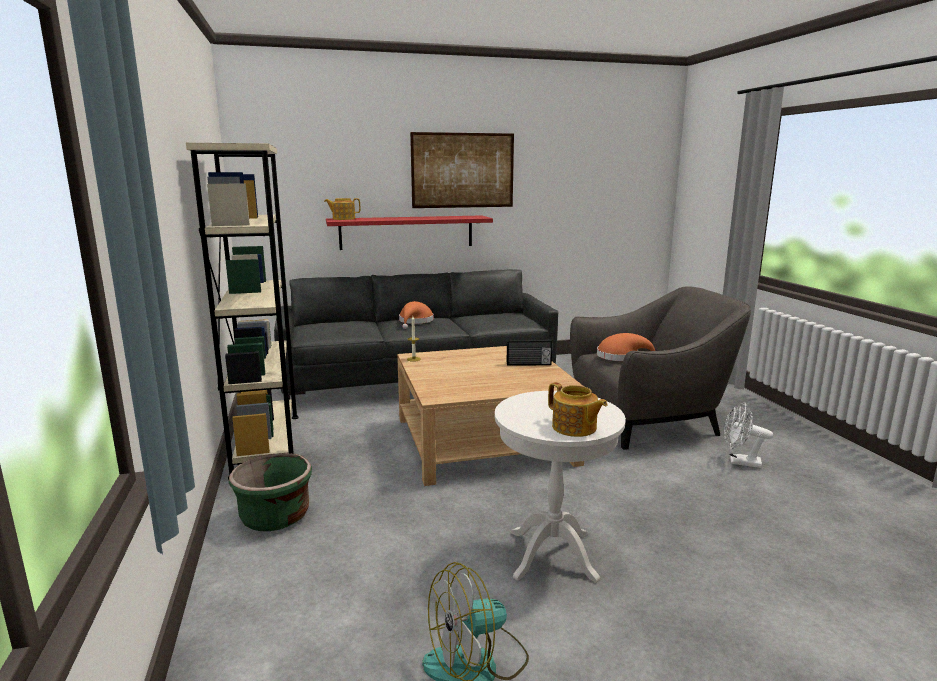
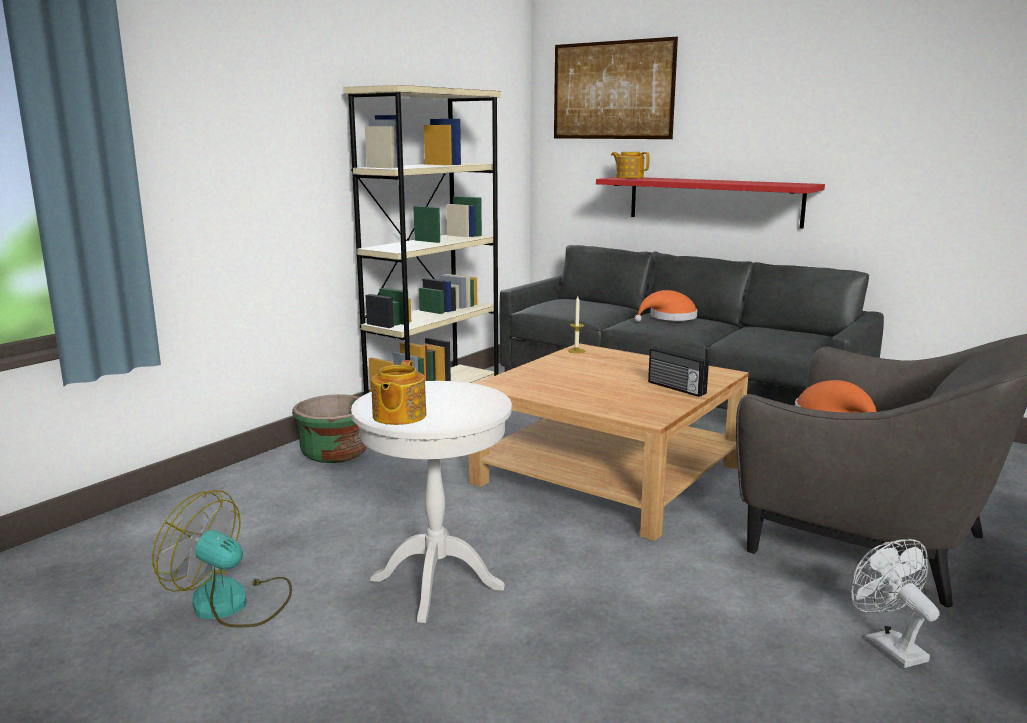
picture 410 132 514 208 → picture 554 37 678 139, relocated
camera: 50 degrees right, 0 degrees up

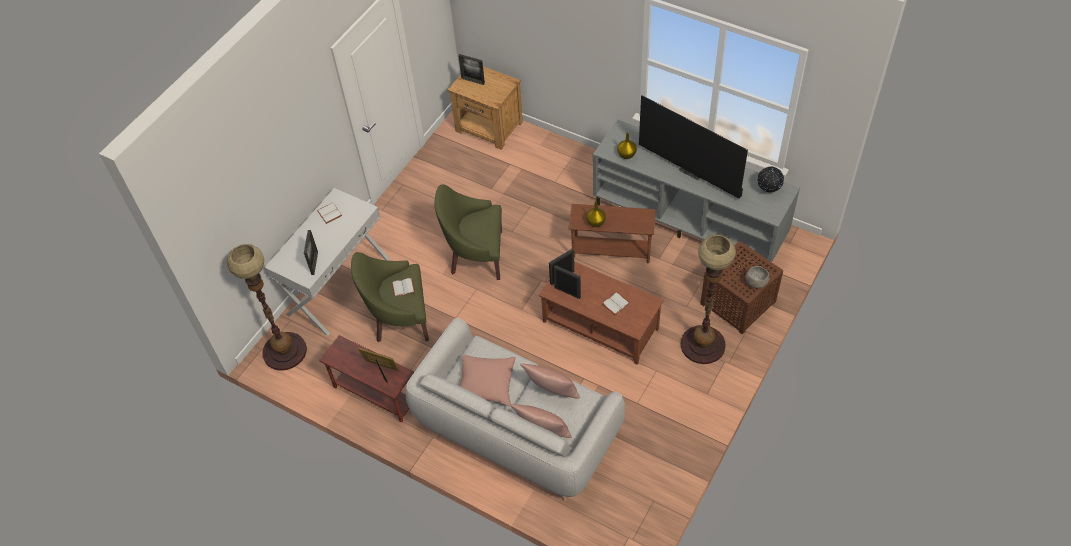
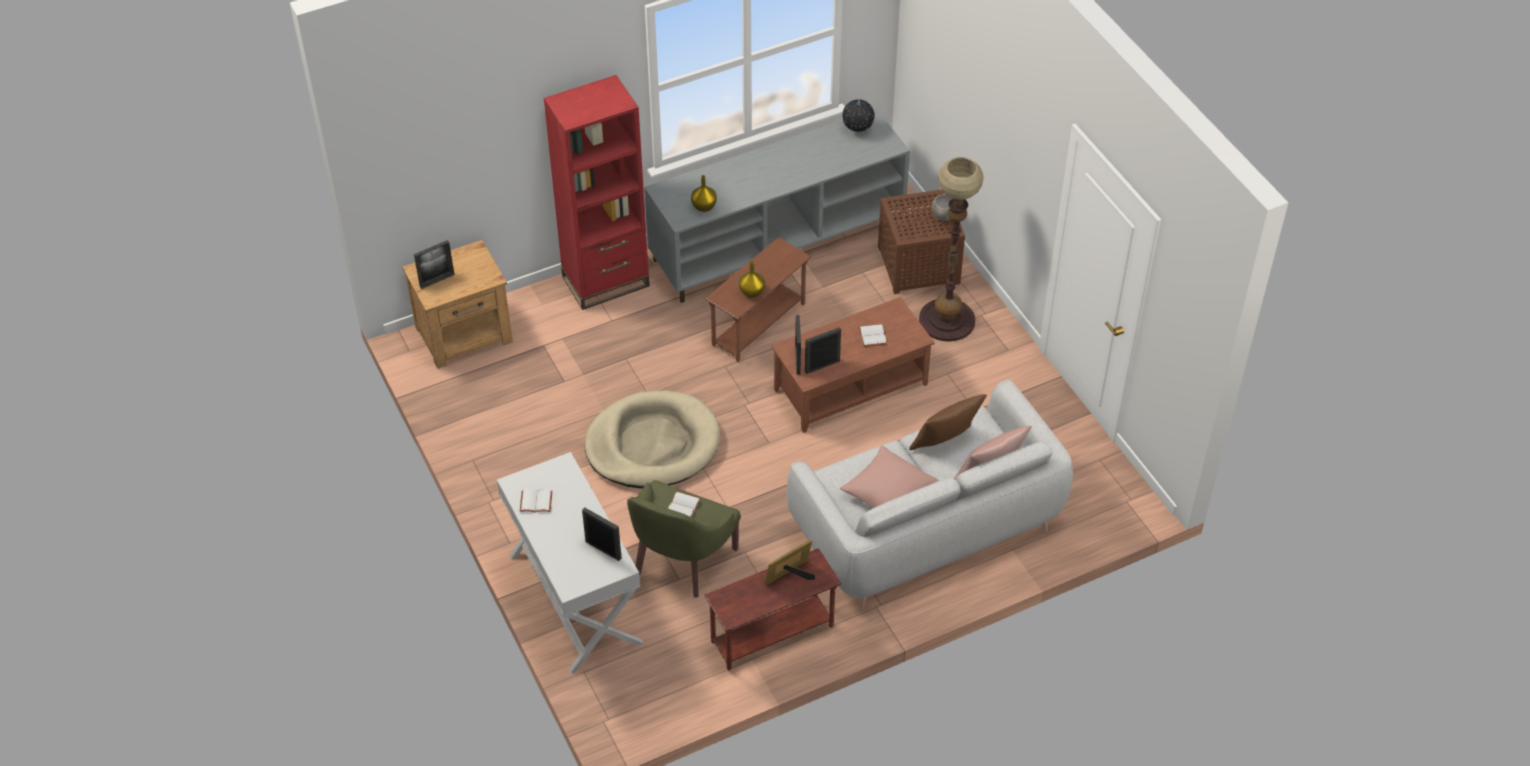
standard lamp 227 244 307 371 → -
lounge chair in greenish 435 184 502 280 → dog bed in beige-coloured 584 391 720 489
pillow in pink 520 363 580 399 → pillow in brownish 909 394 987 450
television 639 95 748 199 → -
- → shelving unit in red 544 75 650 310
camera: 60 degrees left, 5 degrees down

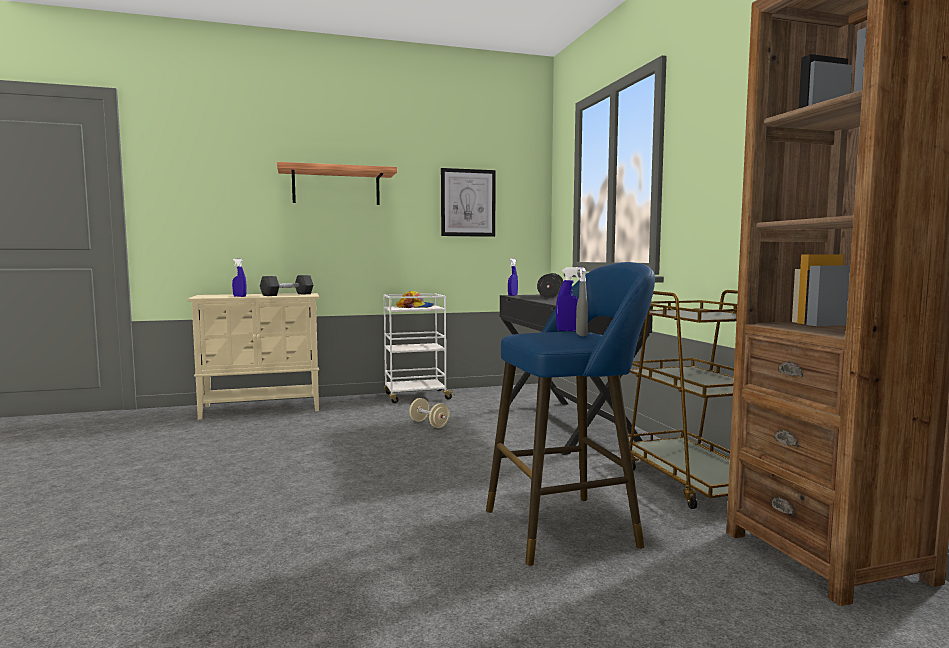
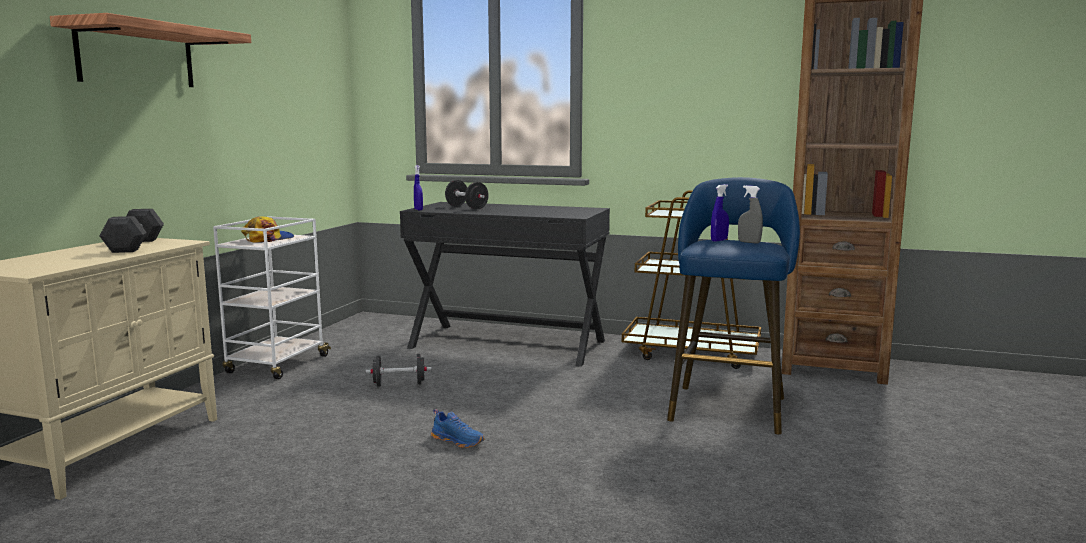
spray bottle in bluish 232 259 247 297 → -
free weight in beige-coloured 409 398 450 428 → free weight in blackish 366 354 432 387
picture 441 168 496 237 → -
- → item of footwear in bluish 431 409 485 448
camera: 55 degrees left, 5 degrees up

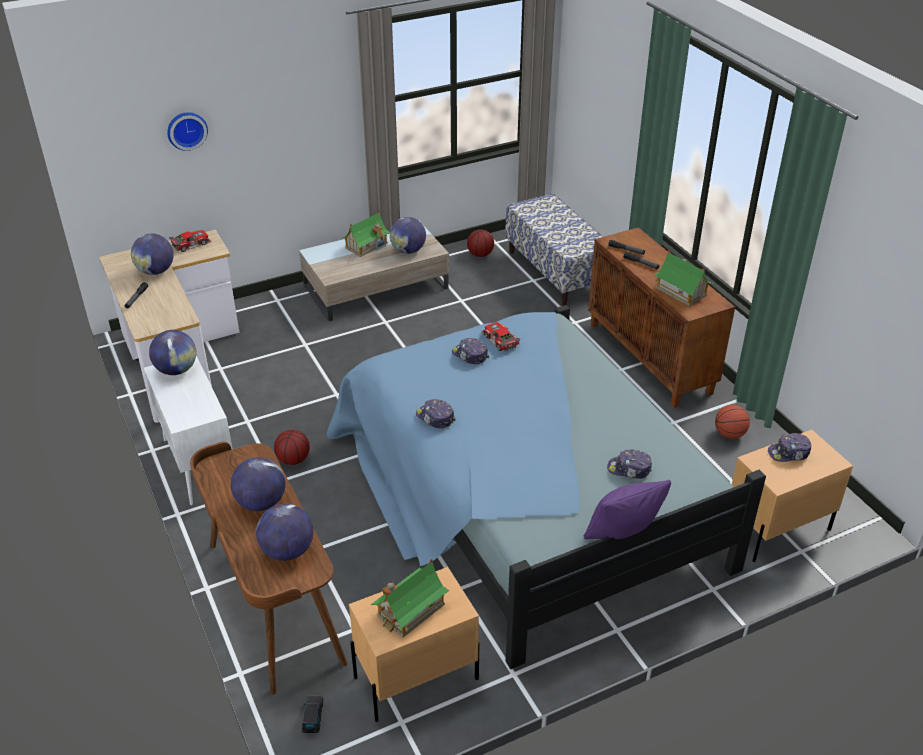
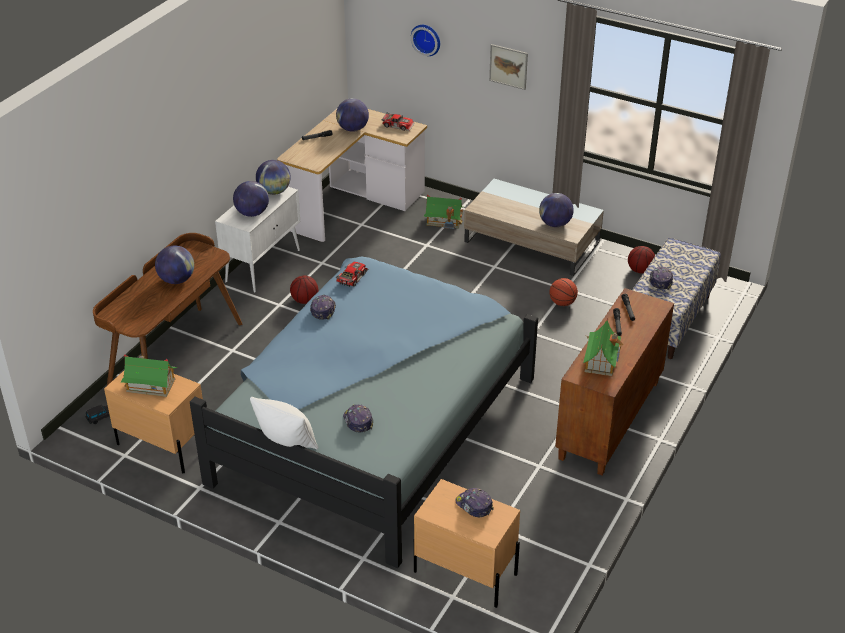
desk globe 256 504 313 561 → desk globe 233 181 269 217, relocated
toy house 341 211 390 257 → toy house 424 195 463 229, relocated
peaked cap 452 338 489 364 → peaked cap 650 266 673 290, relocated
toy car 481 322 520 351 → toy car 336 262 368 287, relocated
pillow in purple-coloured 584 480 671 539 → pillow in white 250 397 318 449
basketball 715 405 750 439 → basketball 549 278 578 306, relocated
- → picture 489 44 528 90
camera: 55 degrees right, 0 degrees up

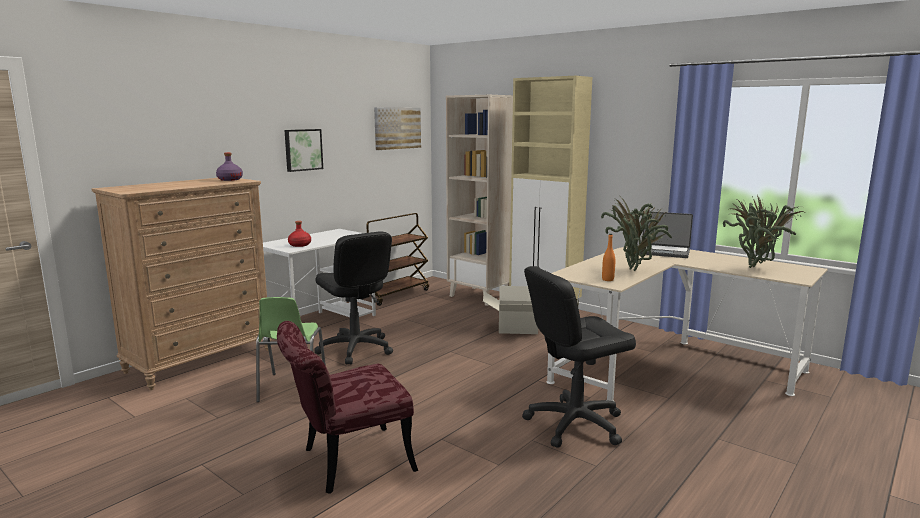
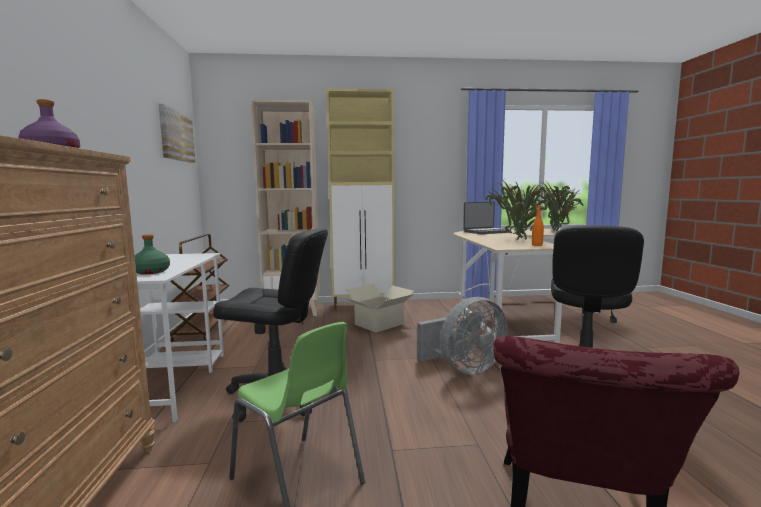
picture 284 129 323 172 → -
bottle in red 288 221 311 247 → bottle in greenish 135 234 170 274
- → cooling fan in greyish 417 297 507 375
camera: 45 degrees left, 5 degrees down

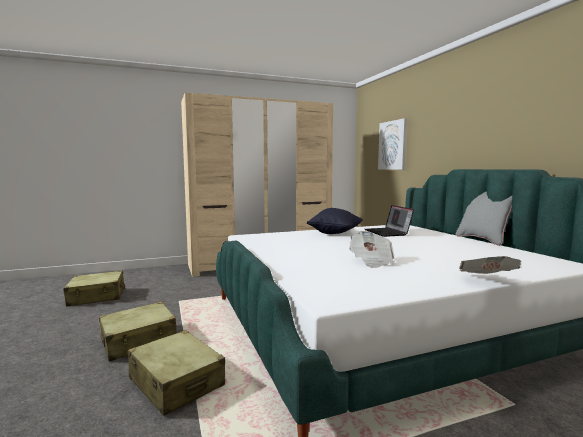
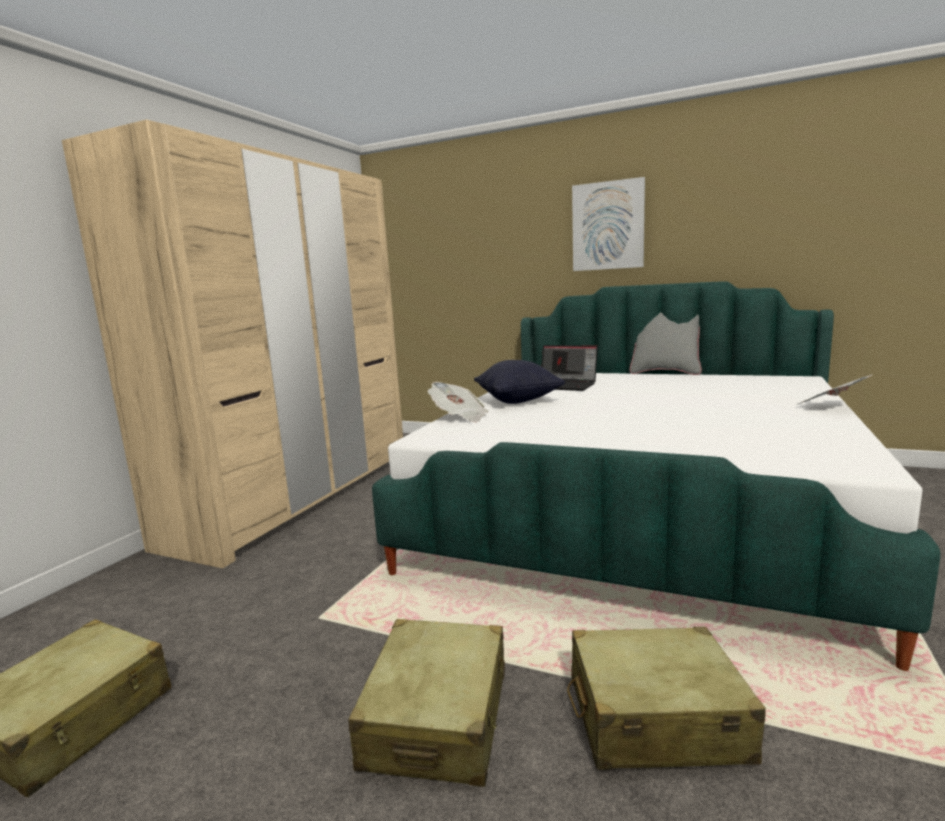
daily paper 349 231 395 268 → daily paper 428 382 488 422, relocated
picture 378 118 407 170 → picture 572 177 645 271, relocated
camera: 45 degrees left, 5 degrees up

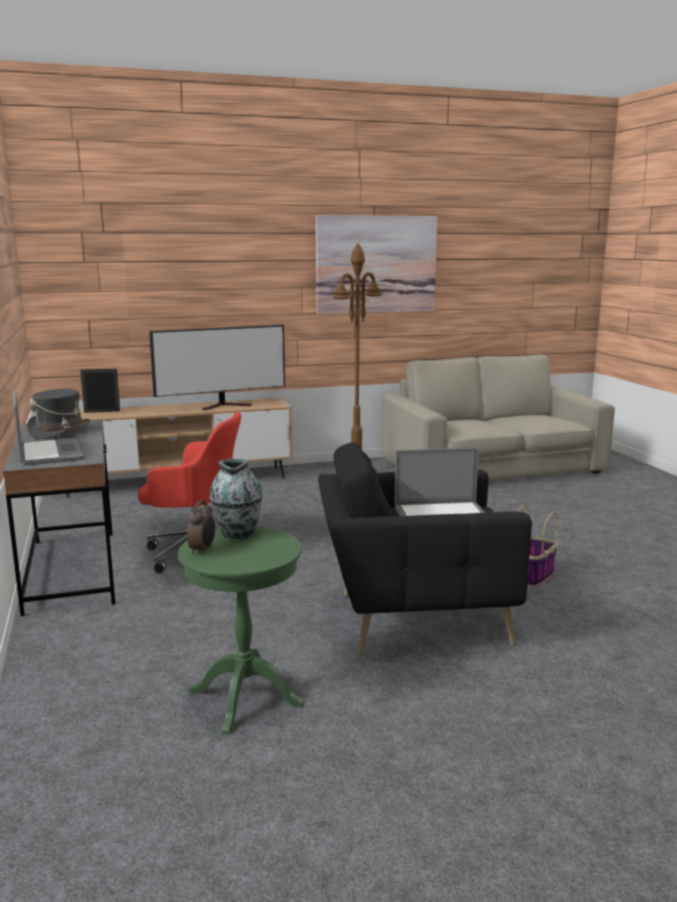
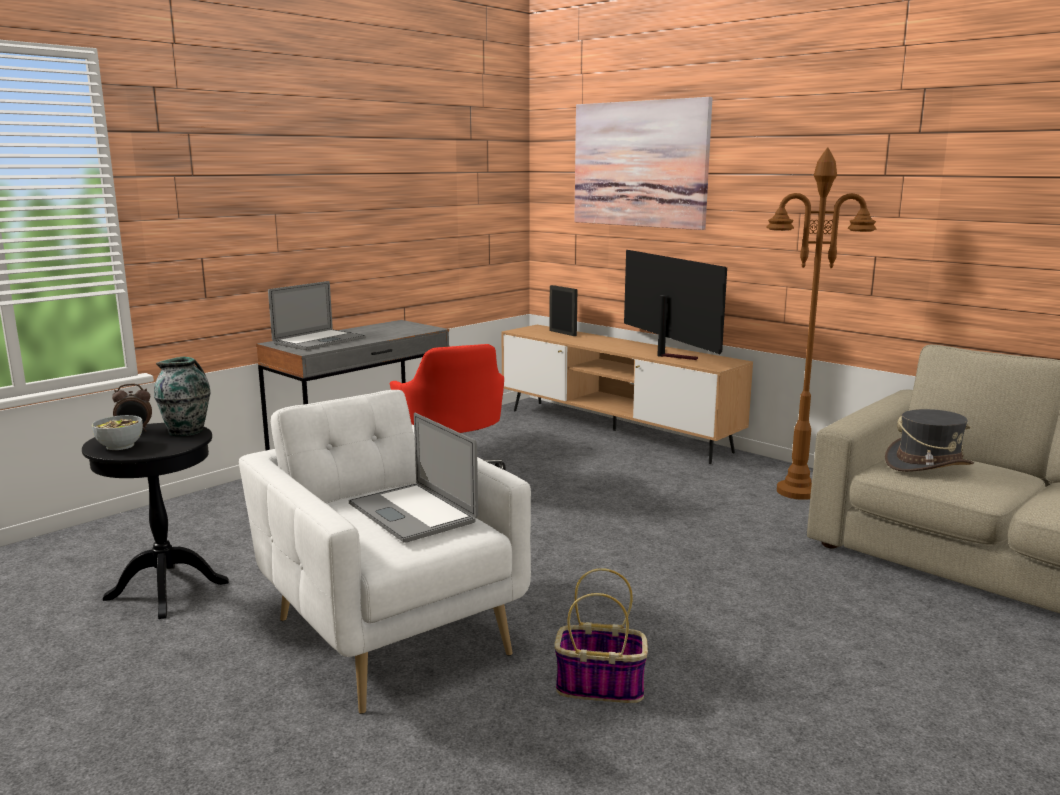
hat in greyish 26 389 90 439 → hat in greyish 885 409 974 472, relocated
television 149 325 285 410 → television 624 250 727 360, 150 degrees counterclockwise
side table in greenish 178 527 304 734 → side table in blackish 82 423 229 619
picture 316 215 437 315 → picture 574 97 712 230, relocated
lounge chair in blackish 318 442 532 654 → lounge chair in white 239 390 531 714
- → bowl 92 415 143 450
camera: 60 degrees right, 0 degrees up

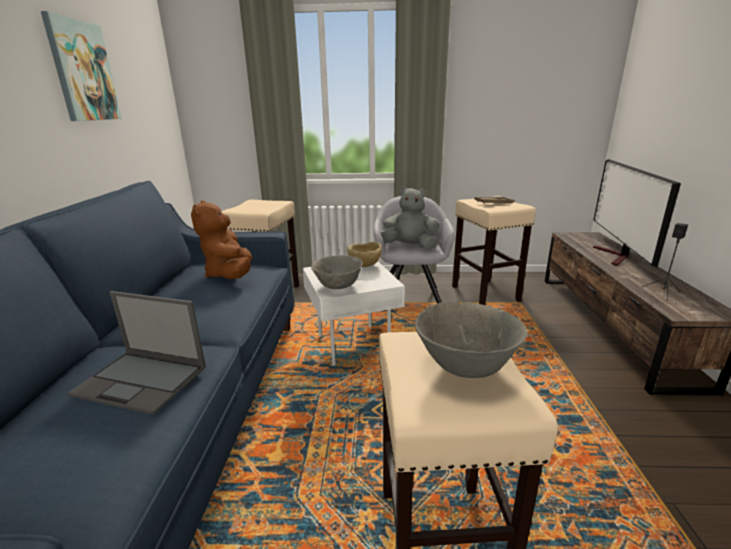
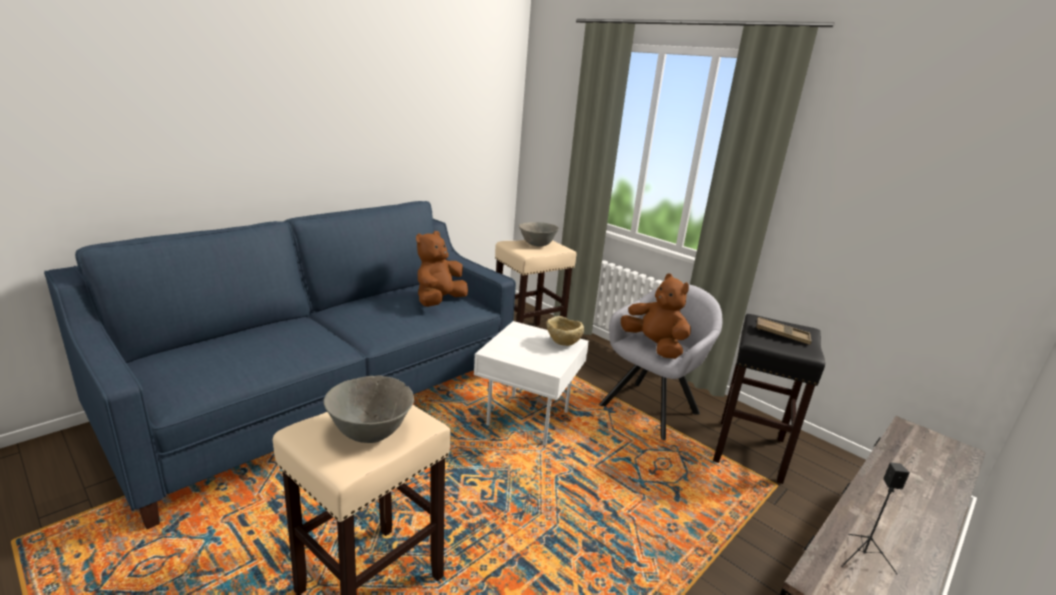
picture 41 11 122 121 → -
laptop 67 291 206 415 → -
bowl in greyish 311 255 363 289 → bowl in greyish 519 222 559 246, relocated
cuddly toy in greyish 380 187 440 249 → cuddly toy in brownish 621 273 691 359
stool in beige-coloured 452 196 536 305 → stool in blackish 713 314 825 484
television 593 159 681 268 → -
camera: 40 degrees right, 0 degrees up

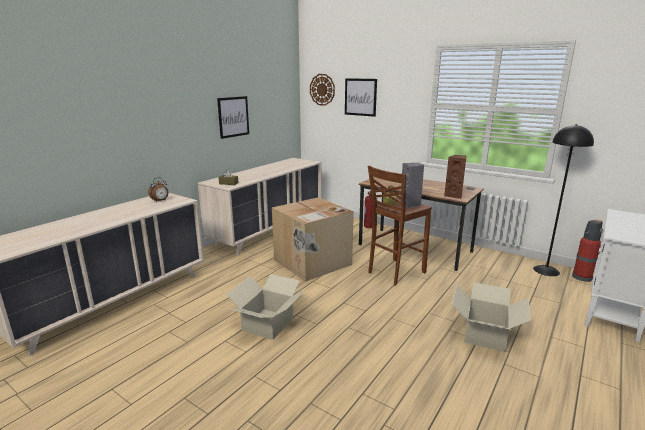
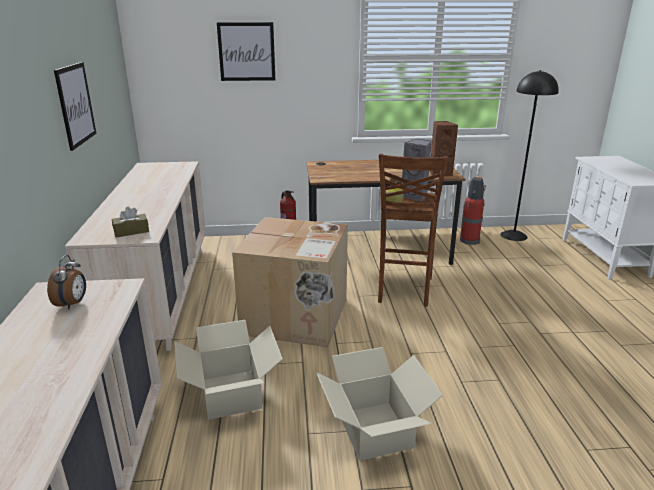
clock on the wall 310 74 335 106 → -
carton 452 282 531 352 → carton 174 320 282 420, relocated
fire-fighting cylinder 572 220 603 282 → fire-fighting cylinder 460 176 486 245, relocated
camera: 40 degrees left, 5 degrees up

